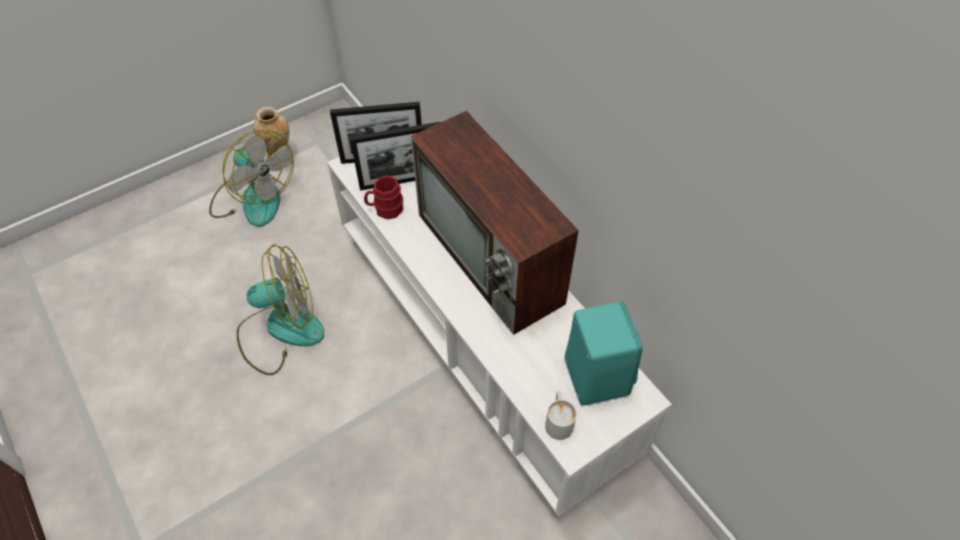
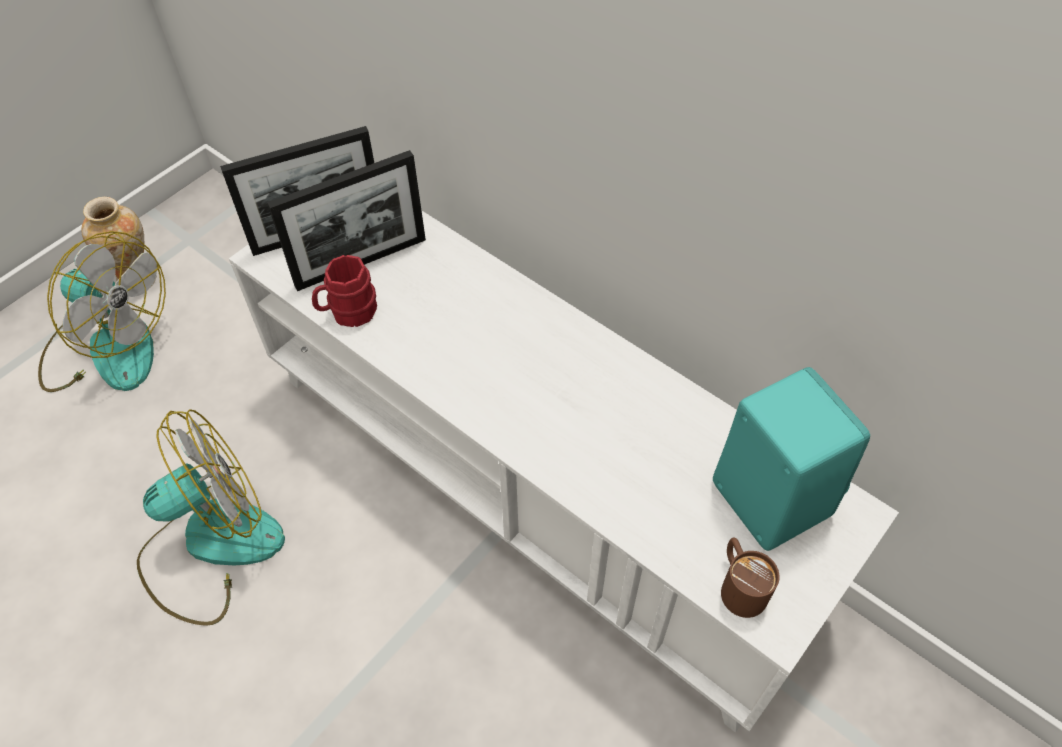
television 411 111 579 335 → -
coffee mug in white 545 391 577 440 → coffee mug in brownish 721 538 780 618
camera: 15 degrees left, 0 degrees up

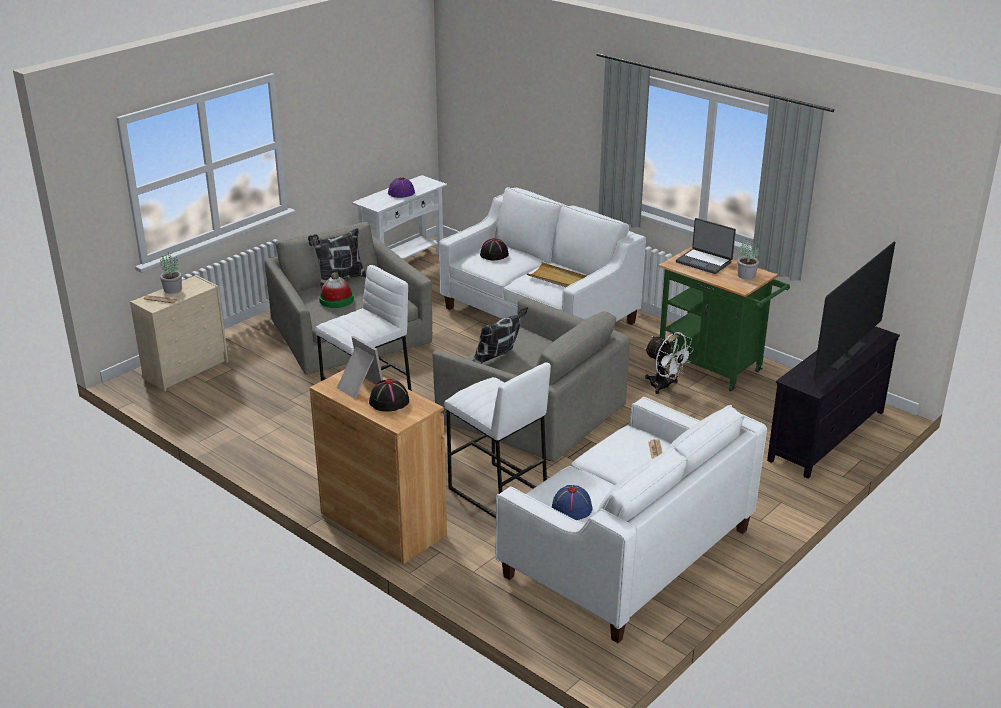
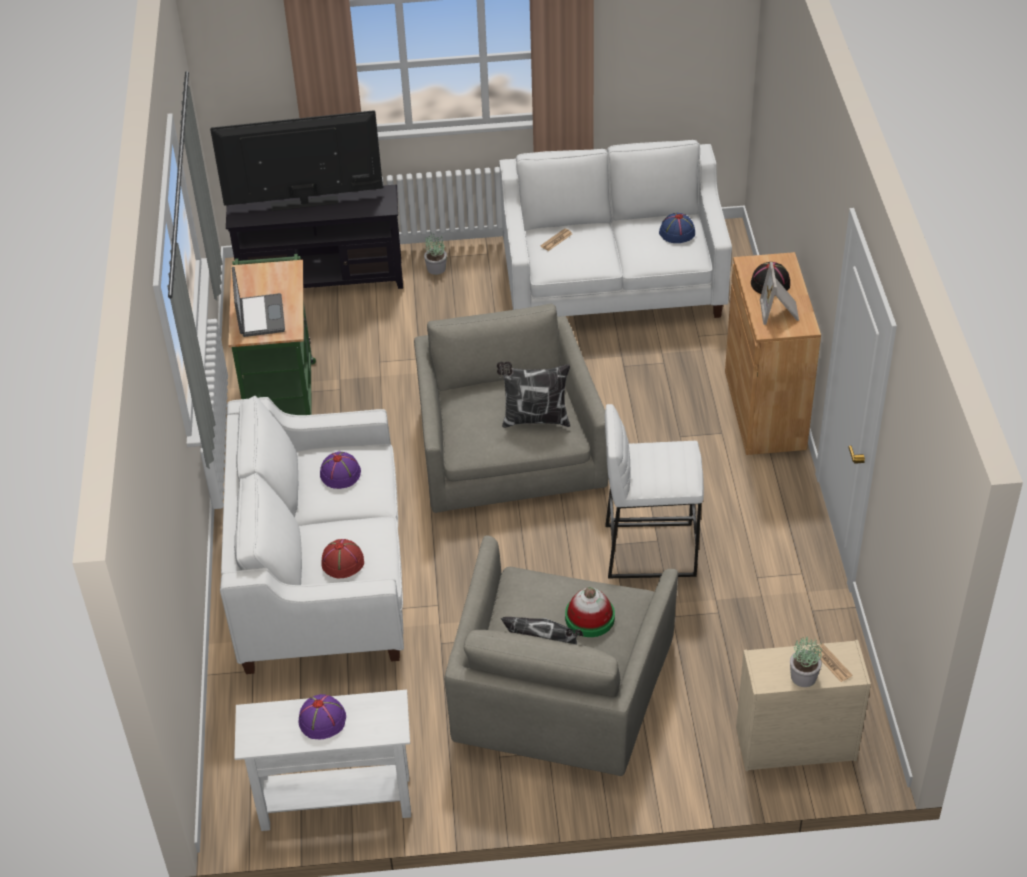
stool in white 444 362 551 518 → -
hat in blackish 480 238 509 260 → hat in red 321 539 364 579
tray in beige-coloured 527 262 586 287 → hat in purple-coloured 320 451 361 489
cooling fan in white 645 332 694 394 → -
plant in a pot 737 239 759 280 → plant in a pot 424 232 447 275, relocated
camera: 135 degrees left, 15 degrees up

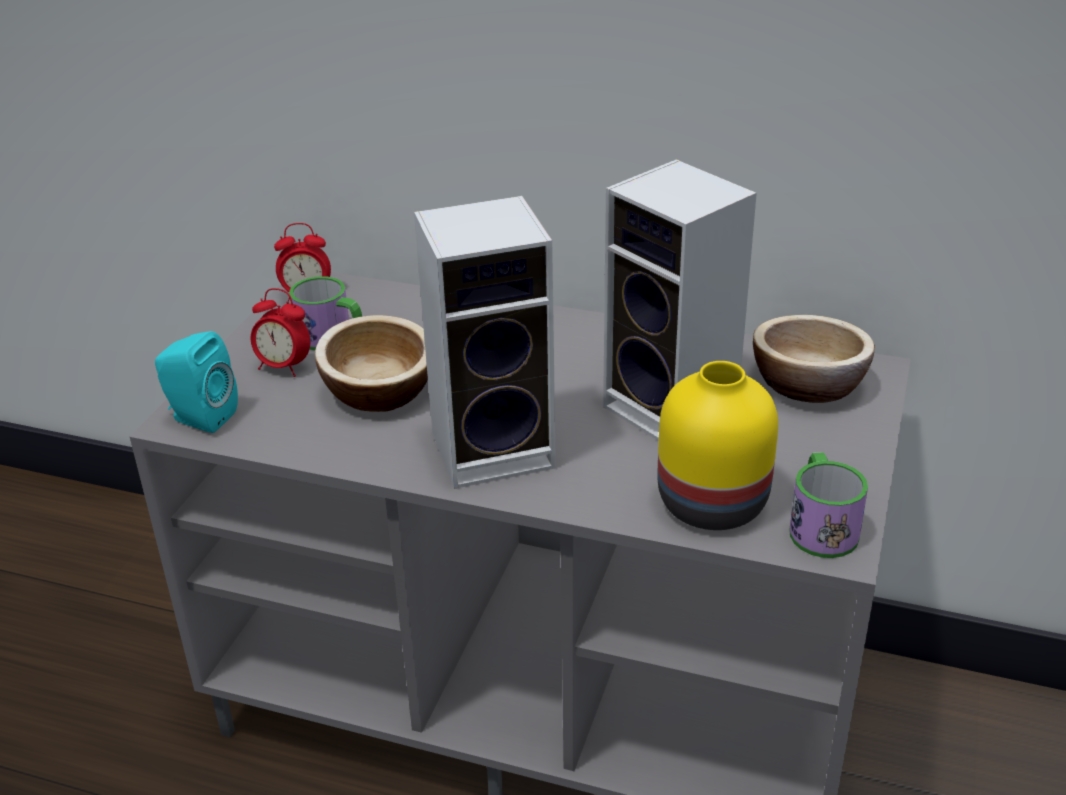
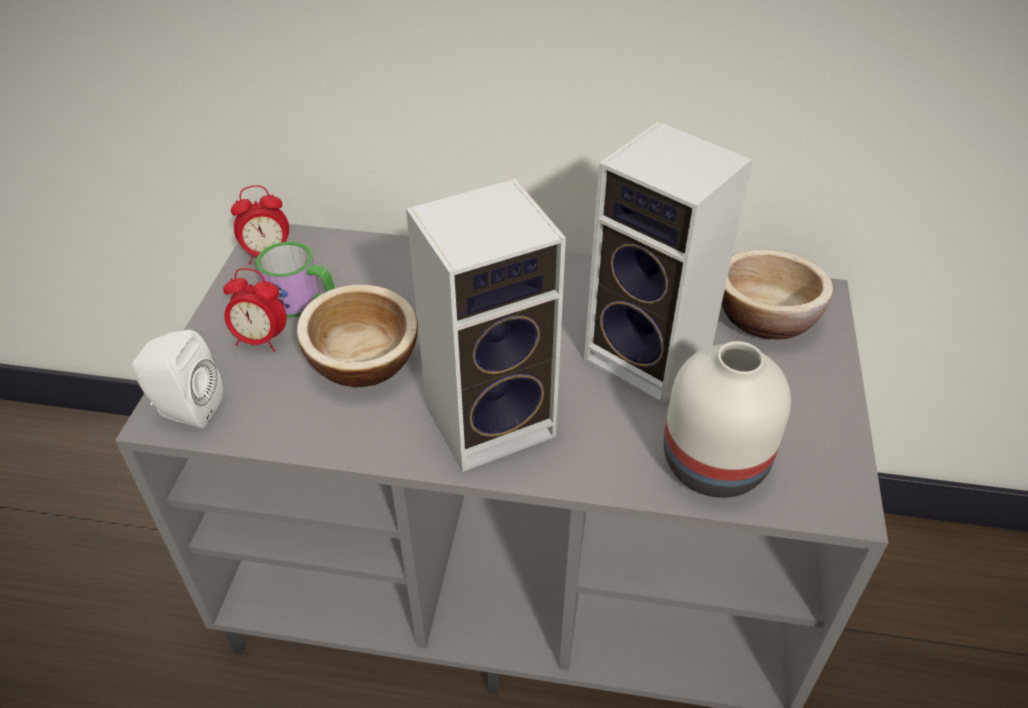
audio speaker in blue-green 155 331 238 433 → audio speaker in white 132 330 223 428
vase in yellow 658 361 778 530 → vase in white 664 341 791 498
coffee mug 789 452 868 558 → -
camera: 10 degrees left, 10 degrees up

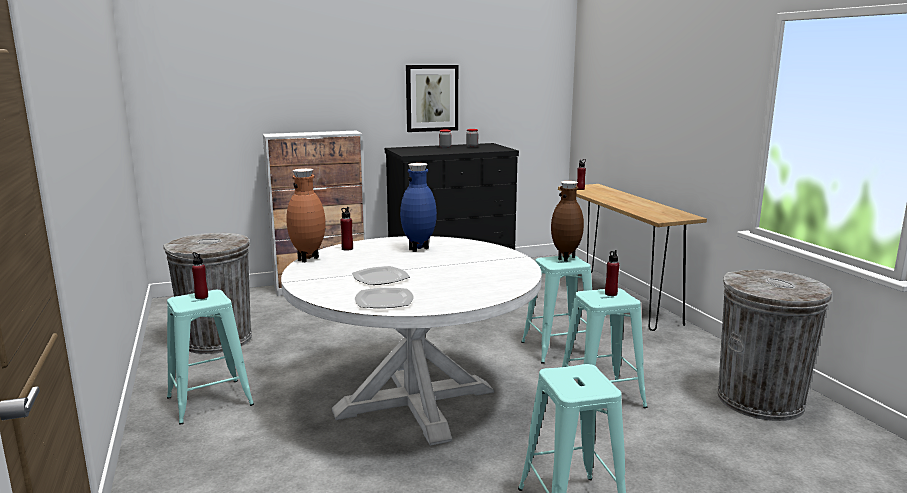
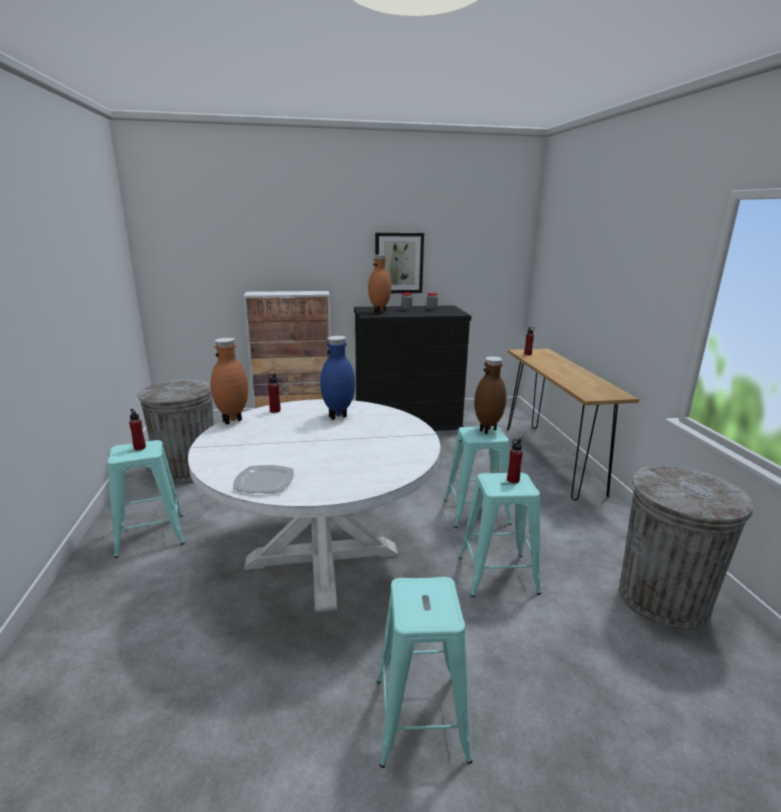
dinner plate 352 266 410 285 → -
- → vase in brownish 368 255 391 313
camera: 10 degrees right, 5 degrees up

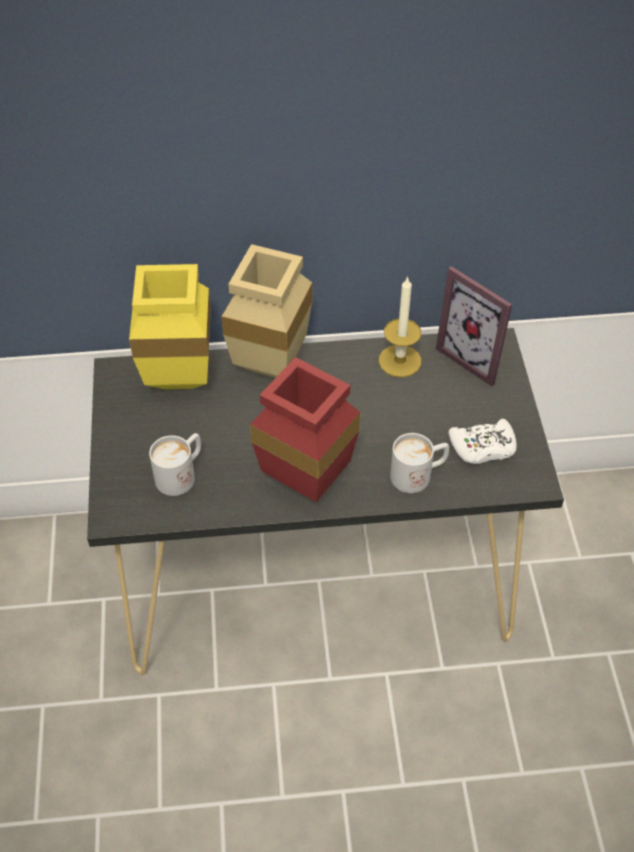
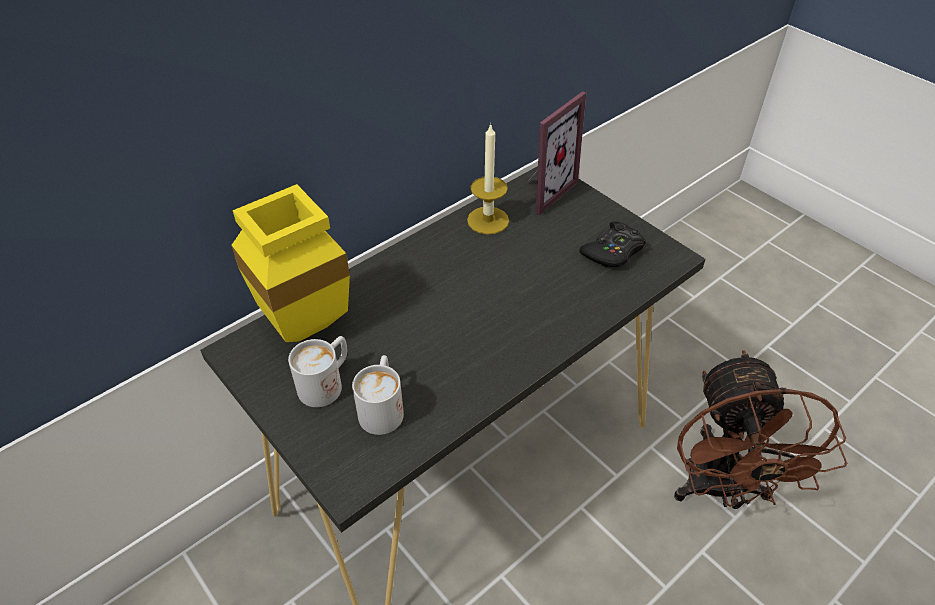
vase in beige-coloured 222 244 312 378 → -
vase in red 250 357 360 502 → -
coffee mug in white 390 433 449 493 → coffee mug in white 288 336 347 407, relocated
standing frame 436 266 512 387 → standing frame 527 91 586 215, 60 degrees counterclockwise
gamepad in white 448 419 517 464 → gamepad in blackish 579 221 646 267
- → cooling fan in brownish 674 350 847 509
camera: 35 degrees left, 5 degrees down

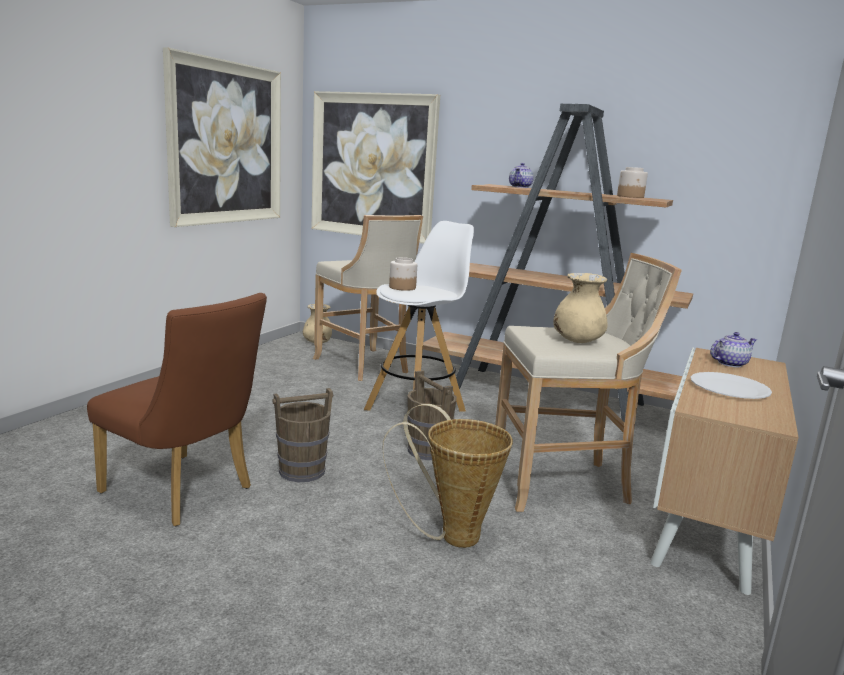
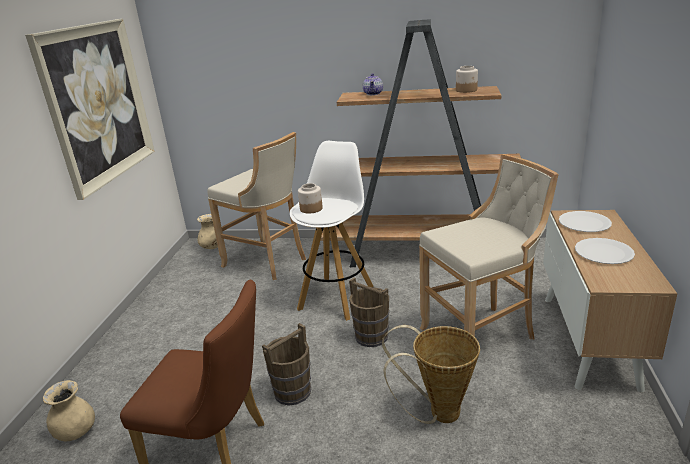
picture 311 91 440 244 → -
vase in beige-coloured 553 273 608 343 → vase in beige-coloured 43 380 95 441, relocated
tea pot 710 332 757 368 → dinner plate in white 559 211 612 232
camera: 15 degrees left, 10 degrees up

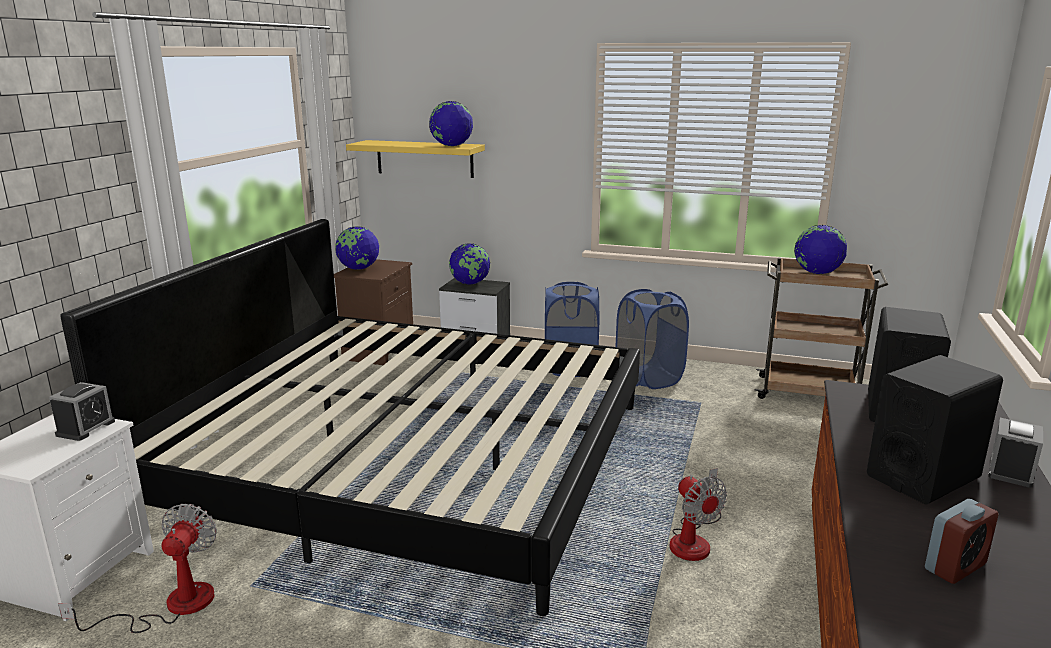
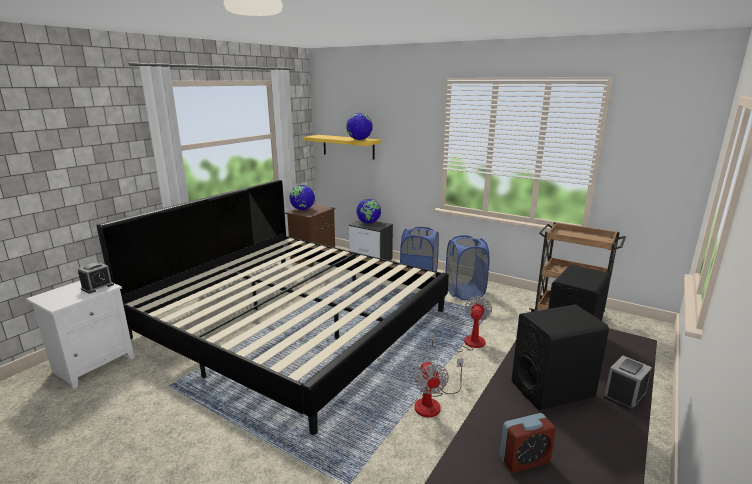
cooling fan 58 504 217 633 → cooling fan 429 296 492 352, relocated
desk globe 794 225 847 274 → -
camera: 15 degrees right, 0 degrees up

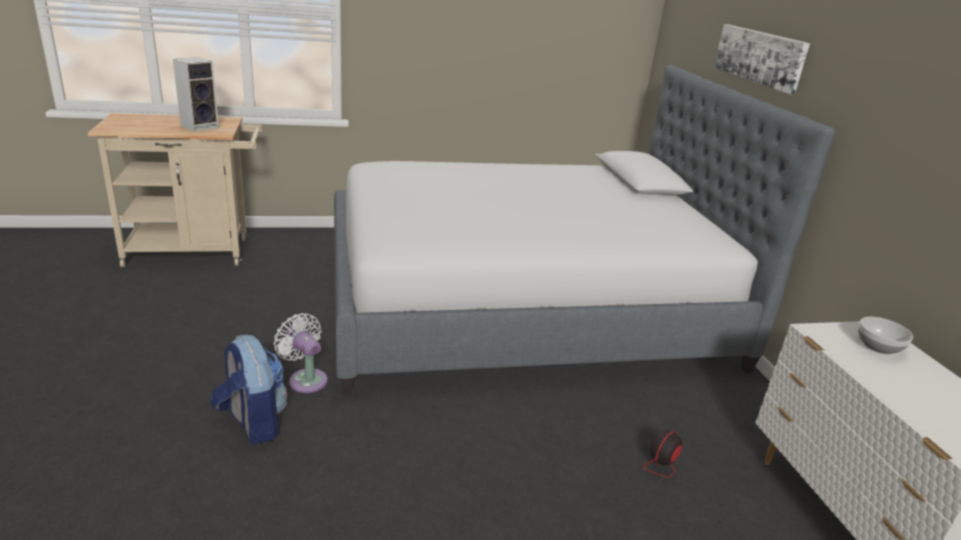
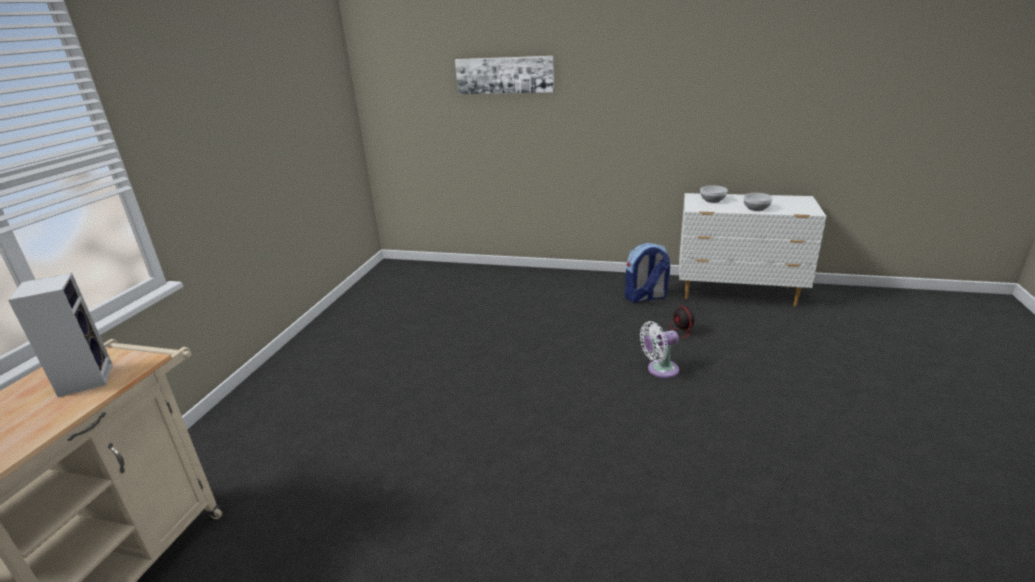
knapsack 210 335 287 444 → knapsack 625 243 670 303, relocated
cooling fan in white 274 313 328 393 → cooling fan in white 640 321 679 378, relocated
bed 334 65 835 395 → -
- → bowl 743 193 773 211
camera: 60 degrees left, 0 degrees up

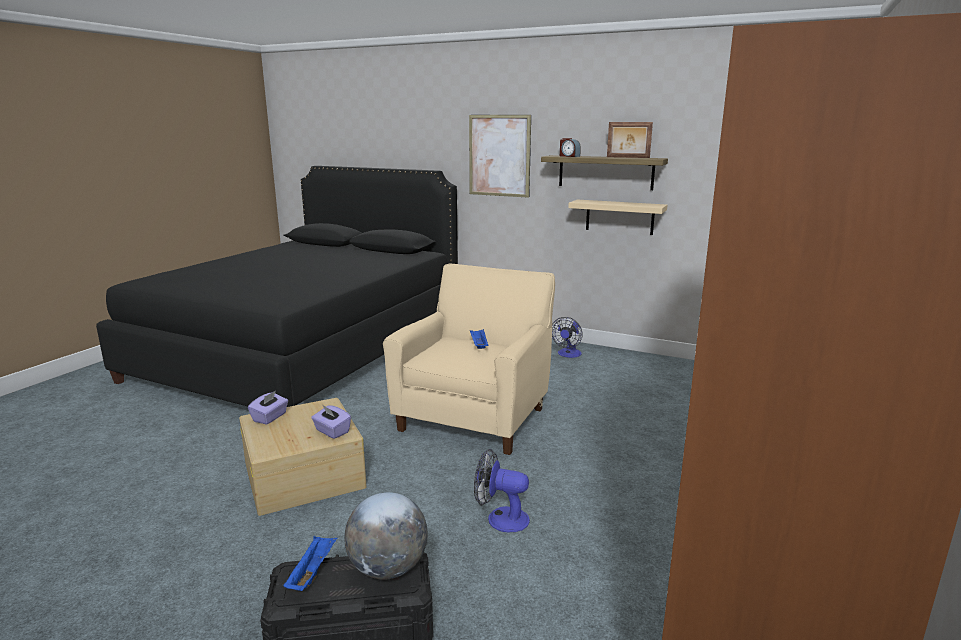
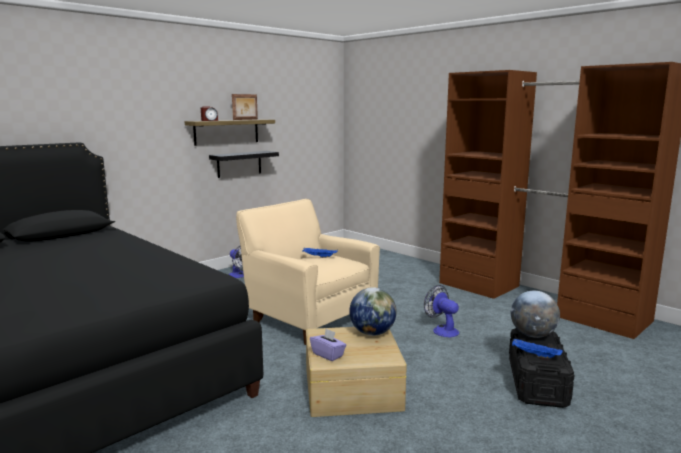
tissue box in purple-coloured 311 405 351 439 → desk globe 349 287 396 336
picture 469 115 531 198 → -
cooling fan 474 449 530 532 → cooling fan 424 285 459 337, 105 degrees clockwise
shelf in beige-coloured 568 199 667 235 → shelf in blackish 209 151 279 178
camera: 70 degrees left, 5 degrees down

